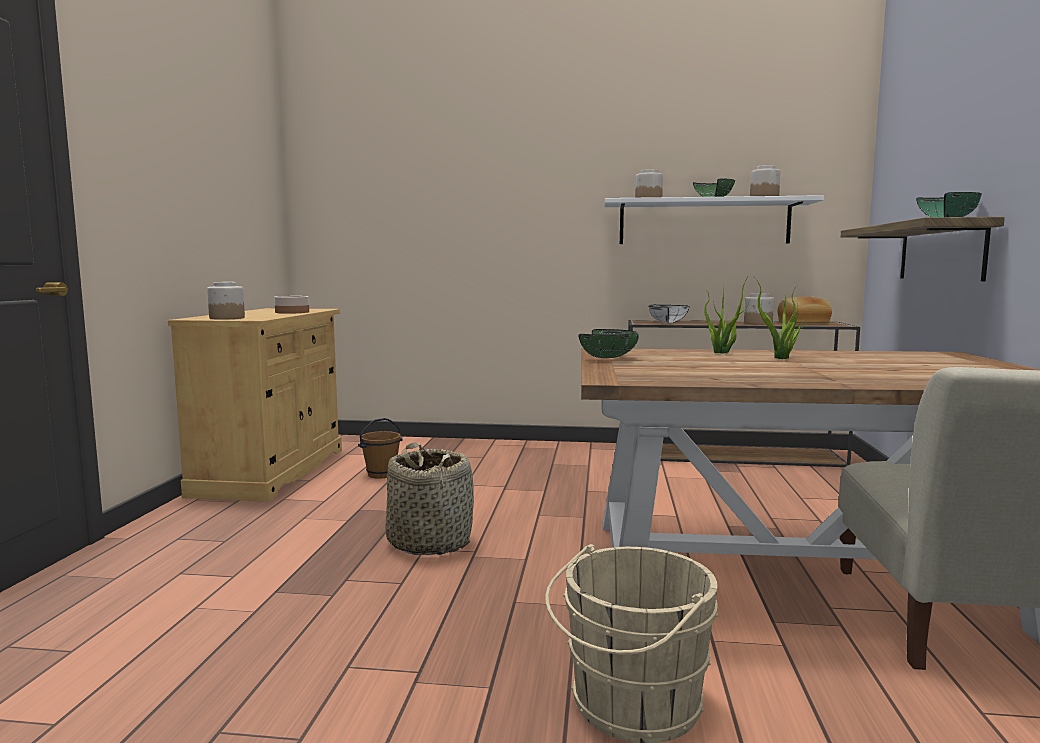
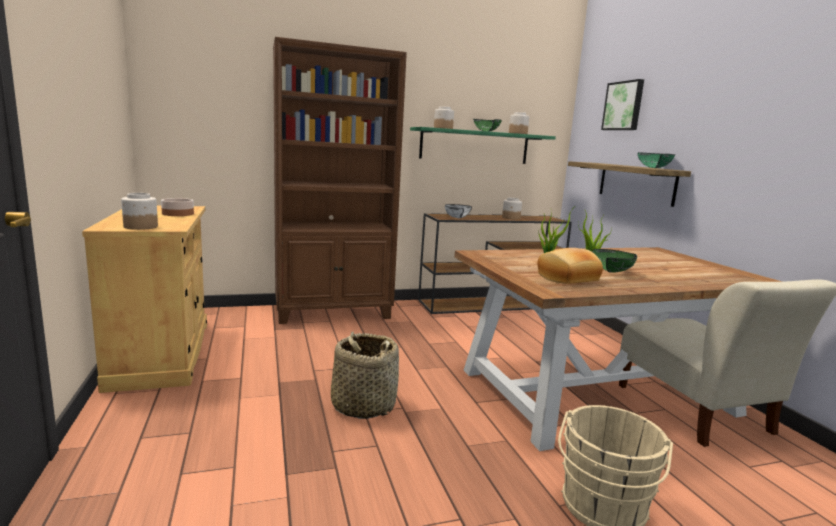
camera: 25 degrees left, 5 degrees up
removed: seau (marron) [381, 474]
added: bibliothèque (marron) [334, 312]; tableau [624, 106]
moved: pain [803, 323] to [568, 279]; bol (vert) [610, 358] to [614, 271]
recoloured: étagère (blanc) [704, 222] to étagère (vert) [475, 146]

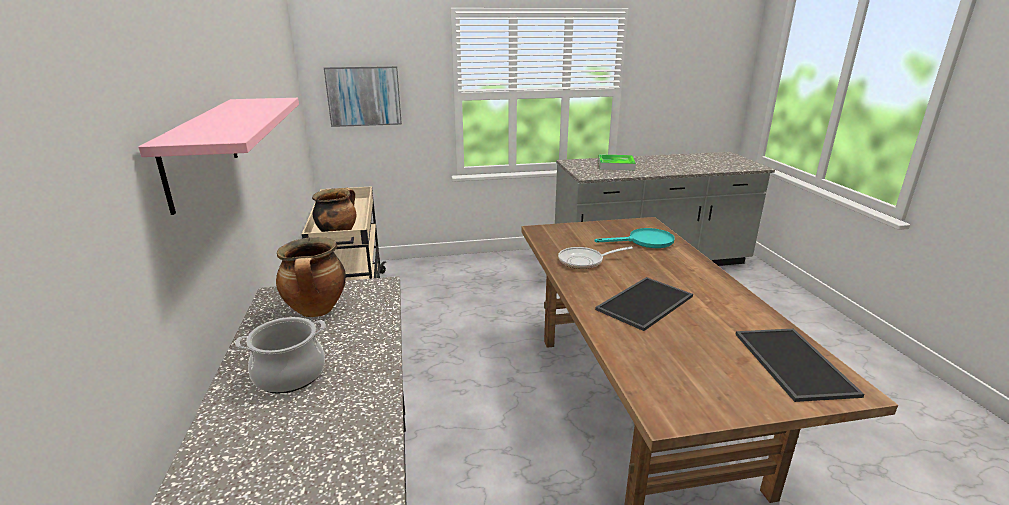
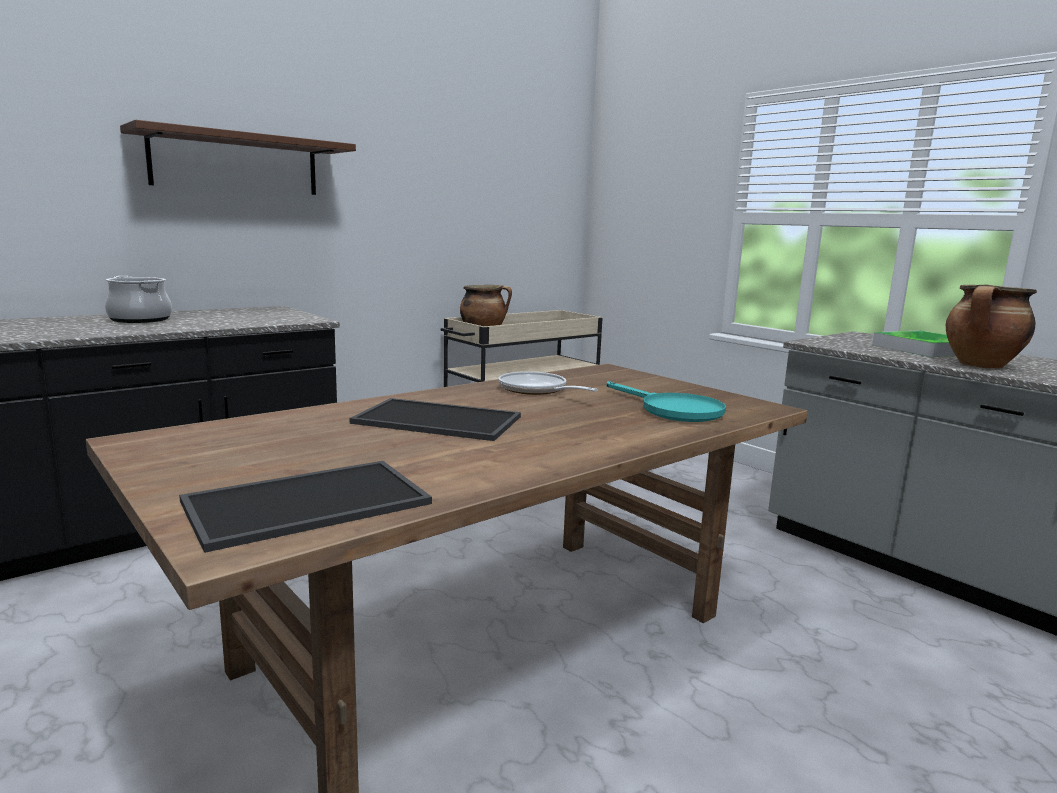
camera: 60 degrees right, 10 degrees down
removed: tableau [364, 96]
moved: marmite [317, 311] to [981, 366]
recoloured: étagère (rose) [201, 150] to étagère (marron) [236, 164]

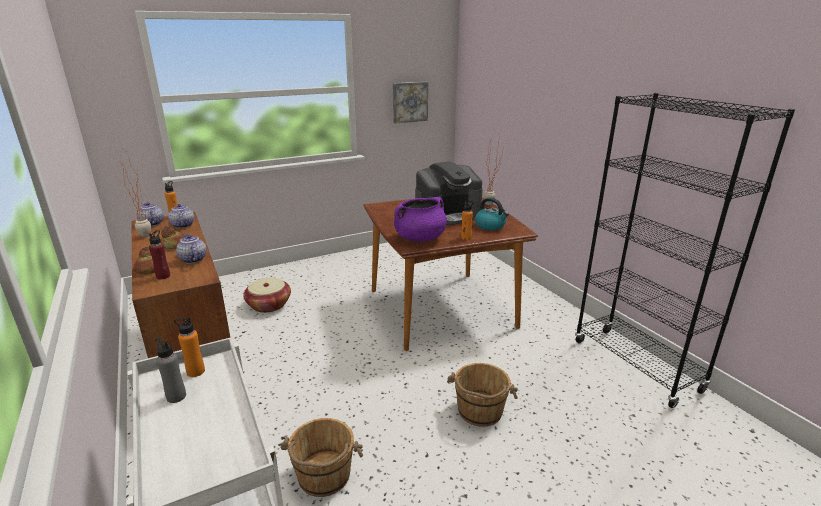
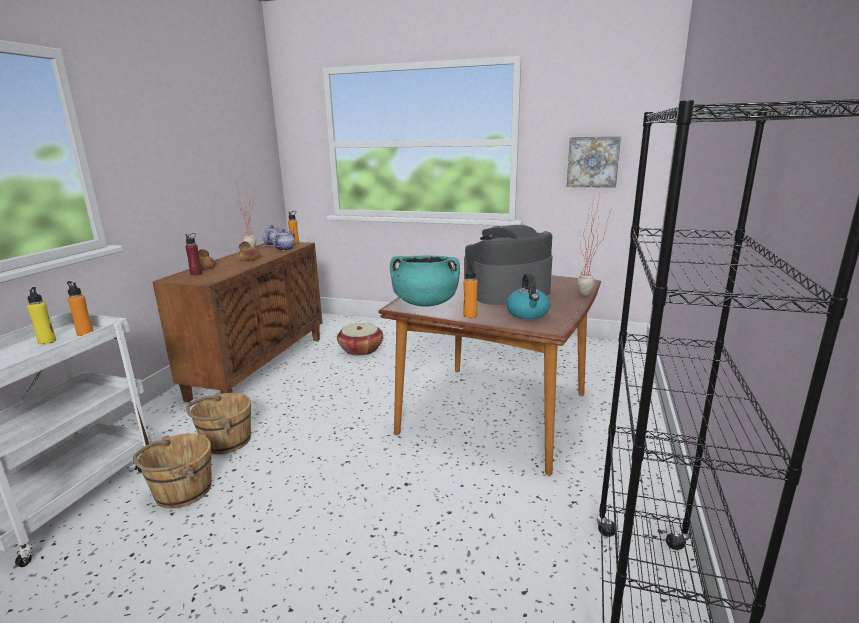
camera: 45 degrees right, 5 degrees down
removed: théière [192, 259]
moved: seau (marron) [479, 411] to [226, 441]
recoloured: marmite (violet) [420, 238] to marmite (turquoise) [425, 303]; bouteille (gris) [176, 396] to bouteille (jaune) [47, 341]
turned: machine à café [447, 215] = [507, 292] 135 degrees clockwise

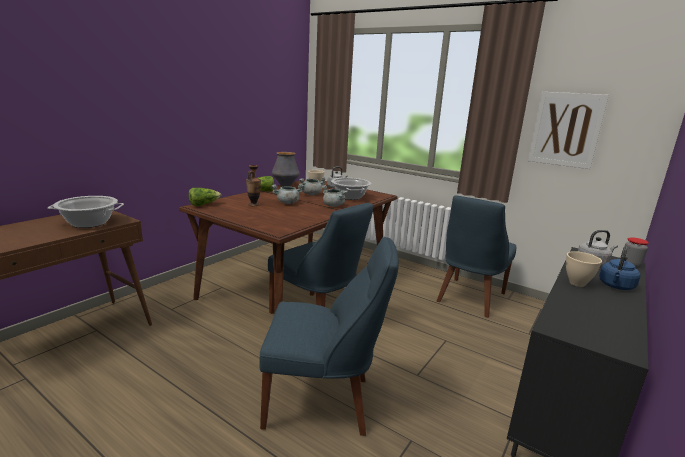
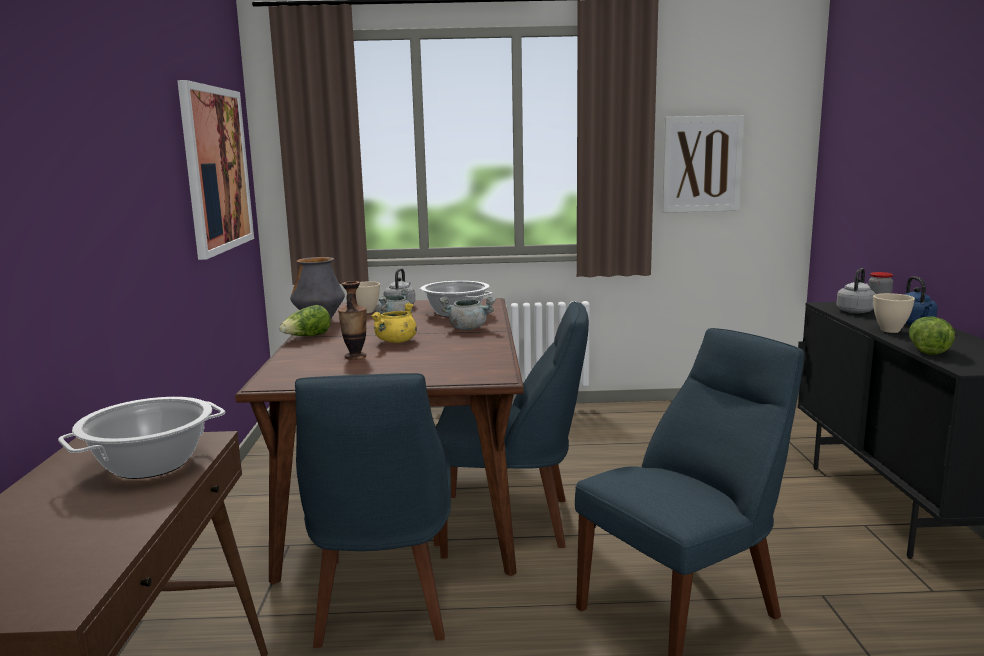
camera: 35 degrees left, 5 degrees down
added: tableau [216, 169]
moved: laitue [203, 204] to [926, 349]; chaise (bleu) [469, 298] to [383, 603]
recoloured: marmite (gris) [287, 203] to marmite (jaune) [396, 341]

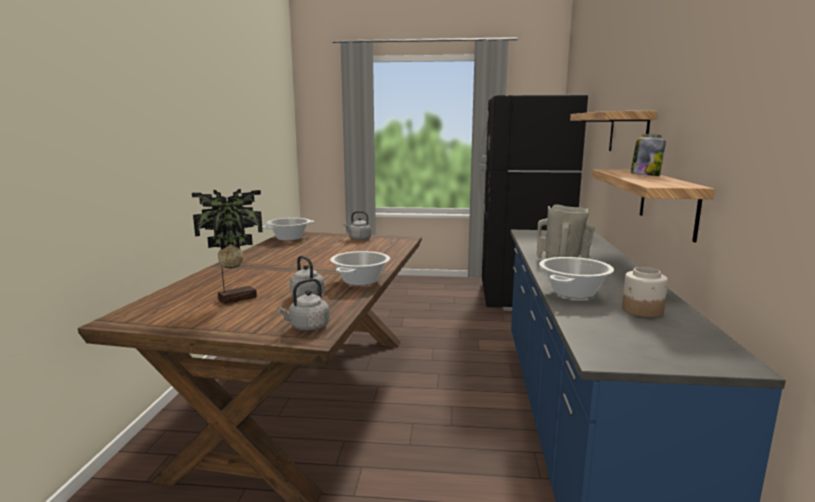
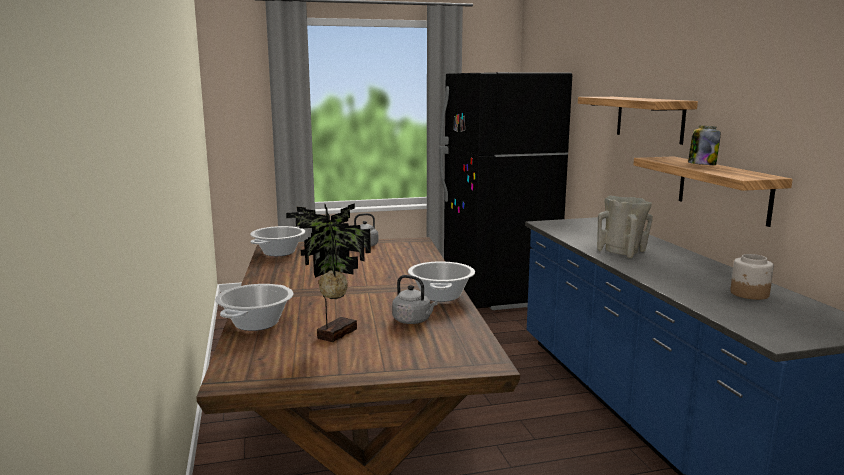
camera: 20 degrees left, 0 degrees up
removed: bouilloire (gris) [307, 327]
moved: marmite [573, 292] to [256, 323]

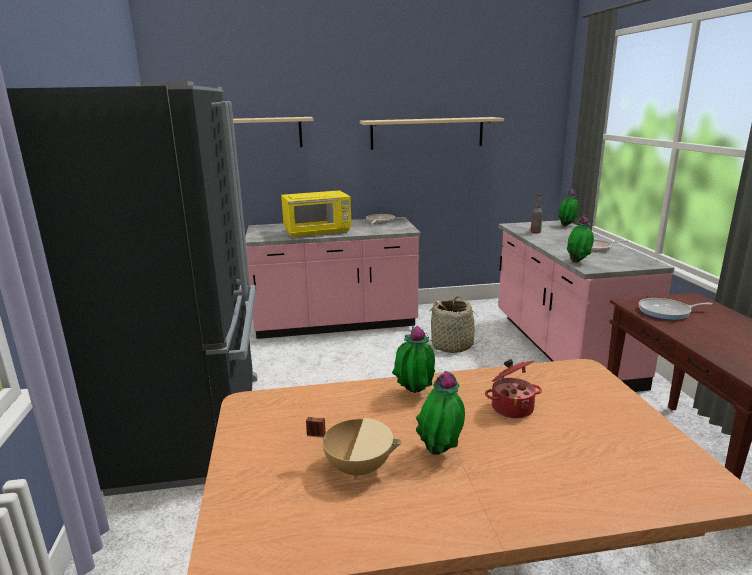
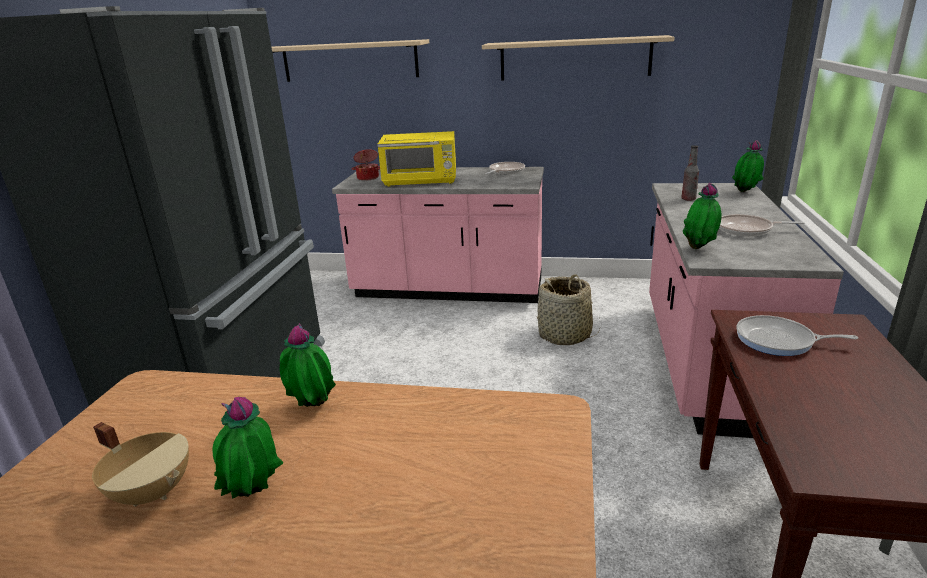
camera: 20 degrees right, 5 degrees up
moved: marmite [511, 407] to [368, 178]

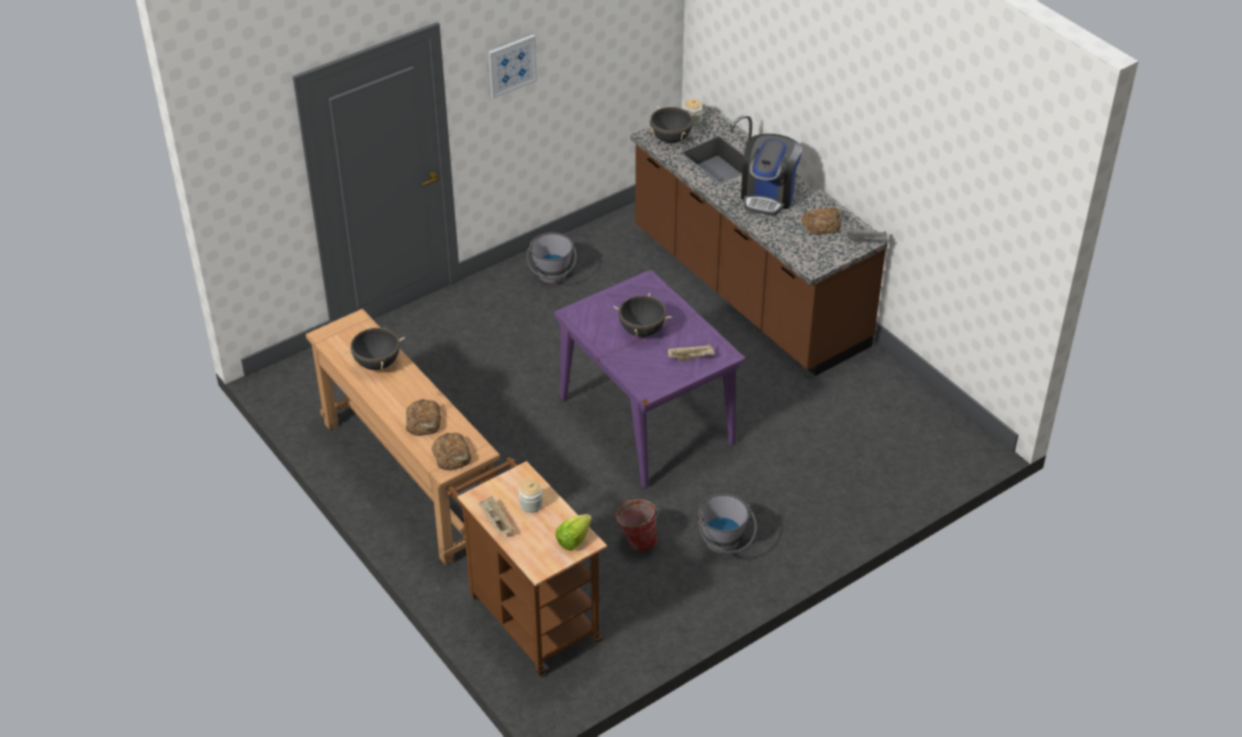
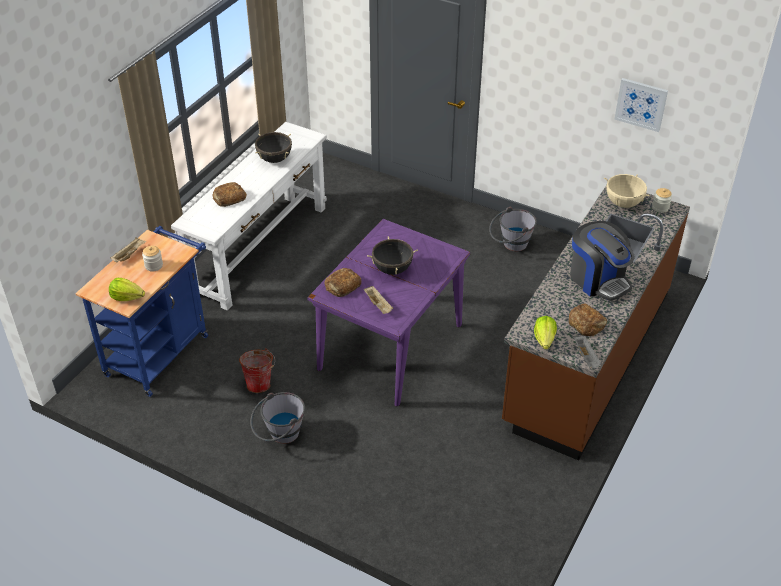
camera: 65 degrees right, 0 degrees up
added: laitue [544, 339]
moved: tableau [511, 65] to [641, 104]; pain [452, 455] to [342, 286]
recoloured: marmite (noir) [671, 139] to marmite (beige) [623, 203]; table console (marron) [409, 478] to table console (blanc) [260, 249]; chariot (marron) [529, 615] to chariot (bleu) [161, 351]
turned: machine à café [768, 195] = [598, 279] 120 degrees counterclockwise

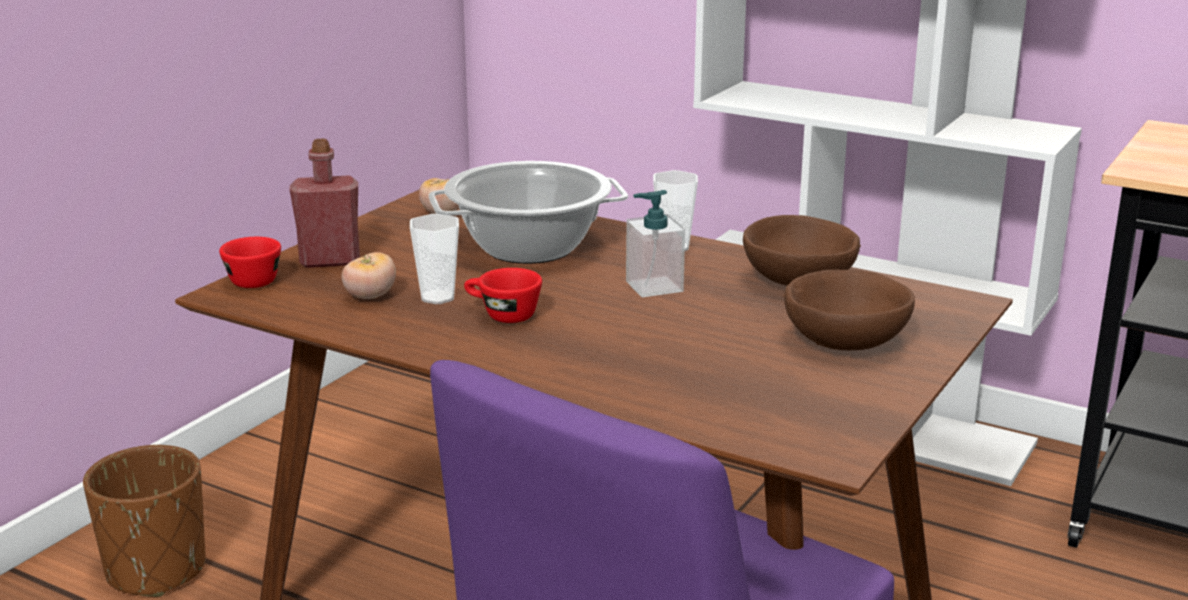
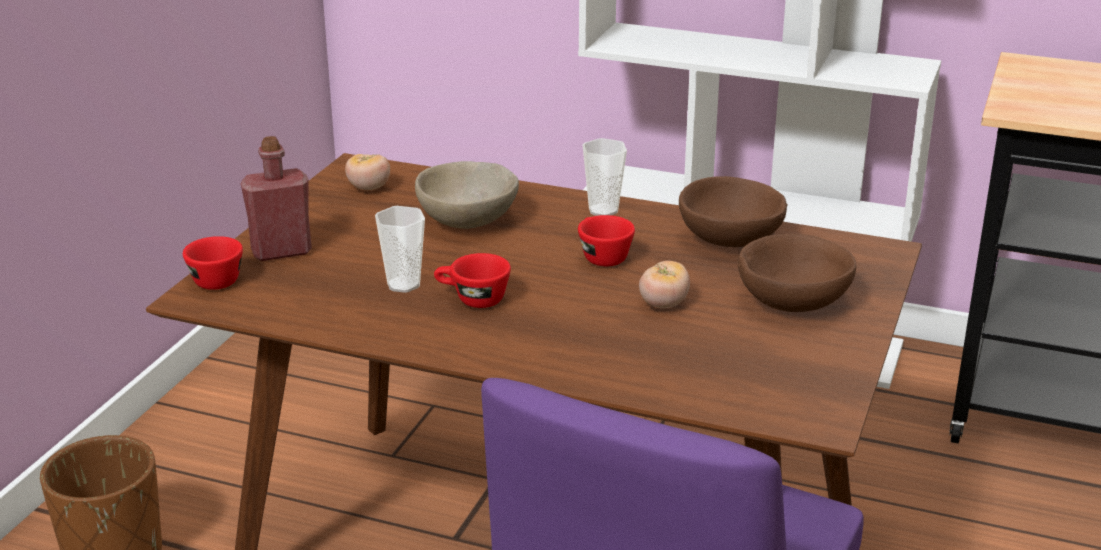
camera: 10 degrees left, 5 degrees up
moved: tomate [370, 296] to [663, 304]
replaced: marmite [528, 248] to bol (beige) [468, 222]; distributeur de savon [654, 286] to tasse (rouge) [601, 256]

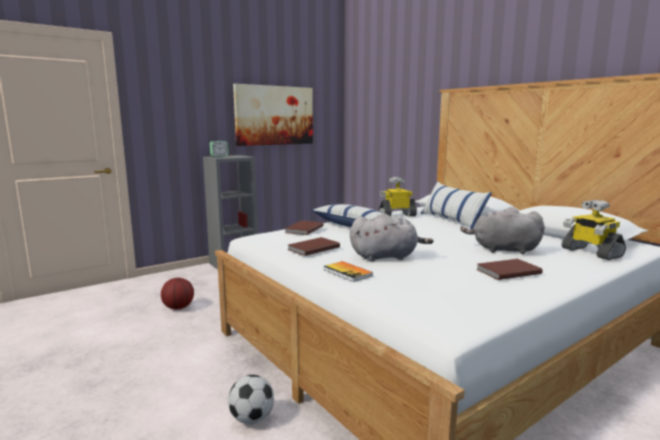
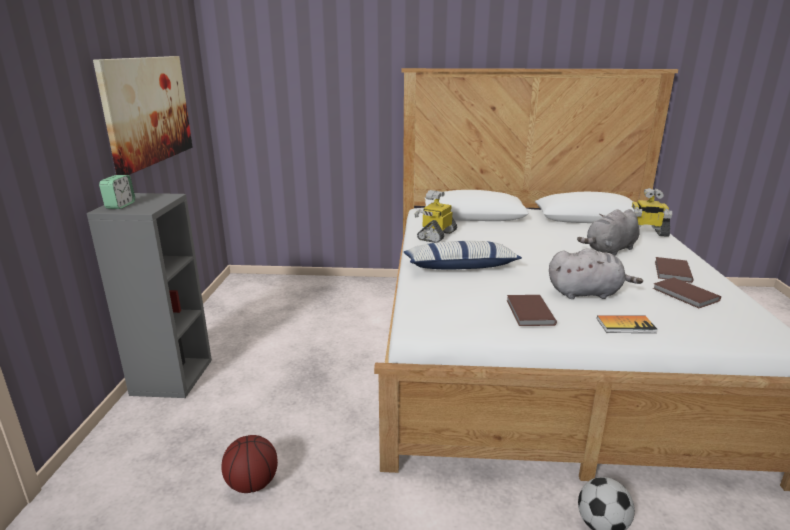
camera: 50 degrees left, 10 degrees up
removed: coussin [451, 220]
moved: livre (marron) [303, 229] to [685, 295]
turned: peluche (gris) [386, 257] = [587, 293] 60 degrees clockwise

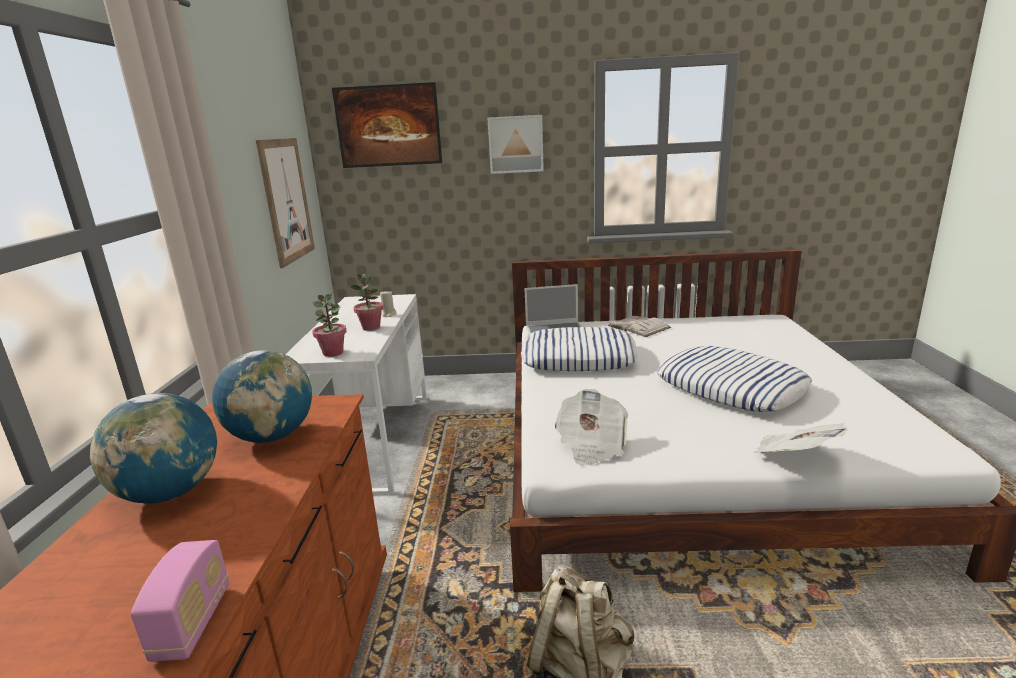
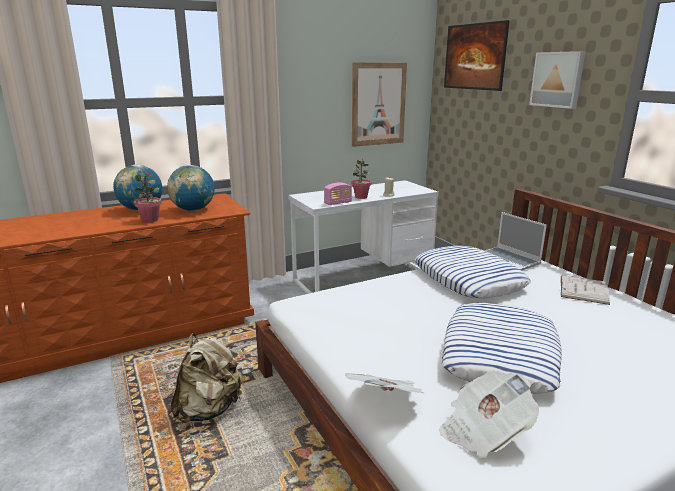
camera: 60 degrees right, 0 degrees up
moved: plante en pot [333, 353] to [150, 220]; journal [591, 445] to [483, 431]; radio [193, 622] to [338, 203]

